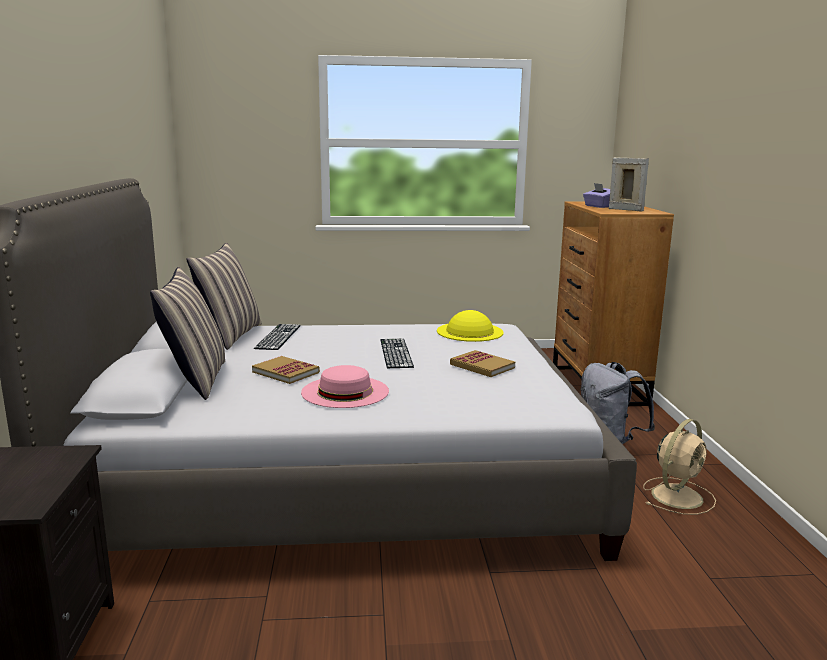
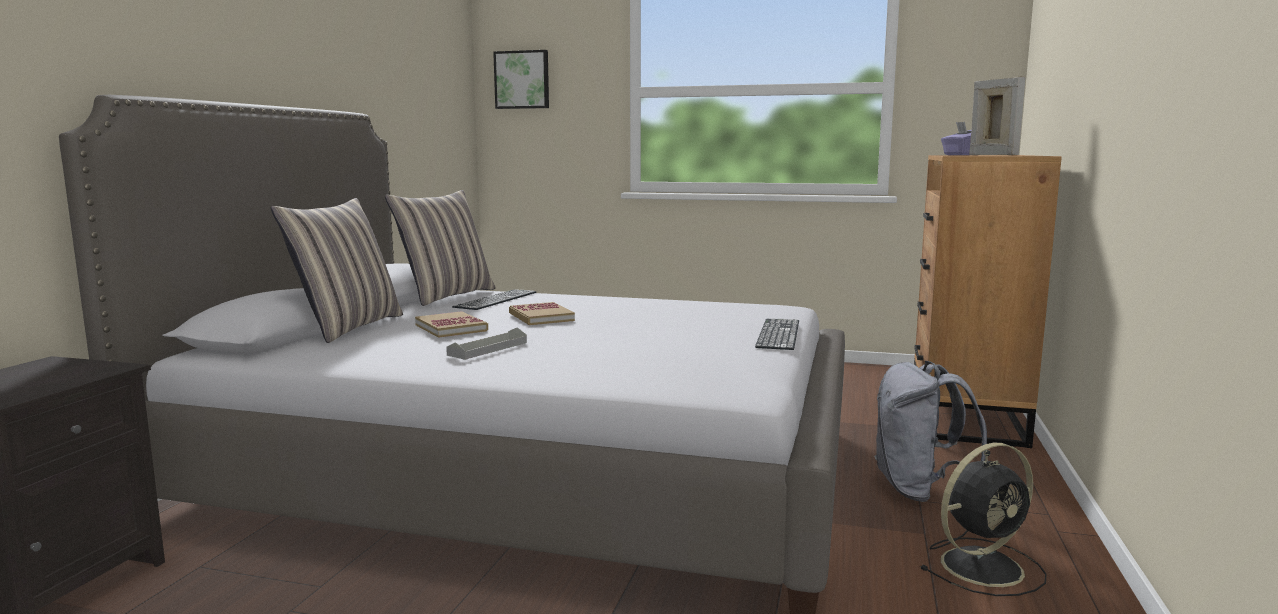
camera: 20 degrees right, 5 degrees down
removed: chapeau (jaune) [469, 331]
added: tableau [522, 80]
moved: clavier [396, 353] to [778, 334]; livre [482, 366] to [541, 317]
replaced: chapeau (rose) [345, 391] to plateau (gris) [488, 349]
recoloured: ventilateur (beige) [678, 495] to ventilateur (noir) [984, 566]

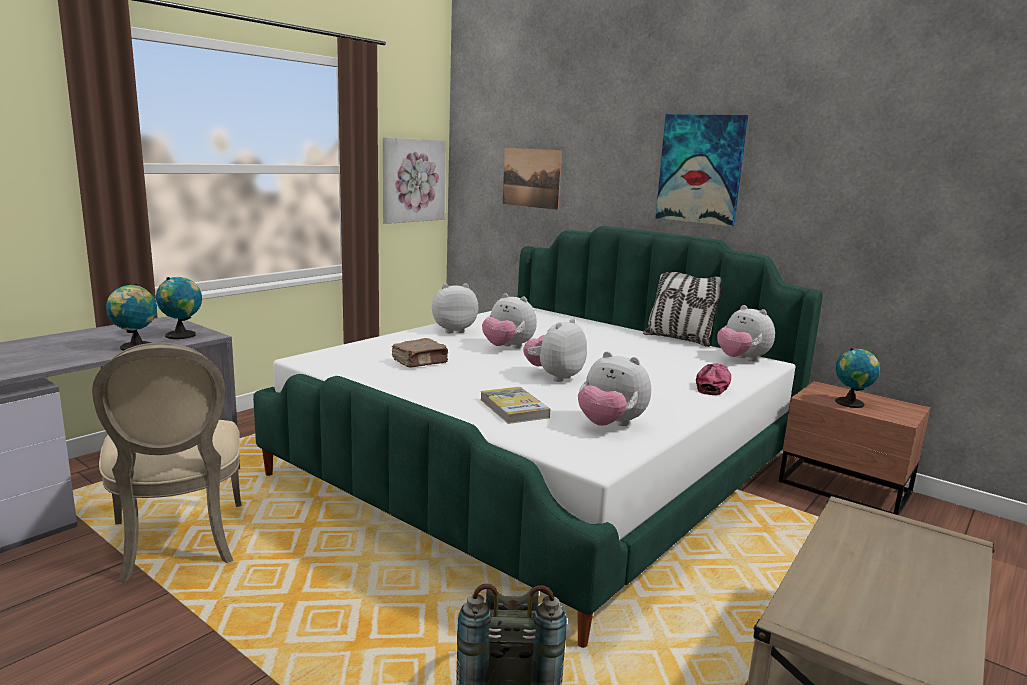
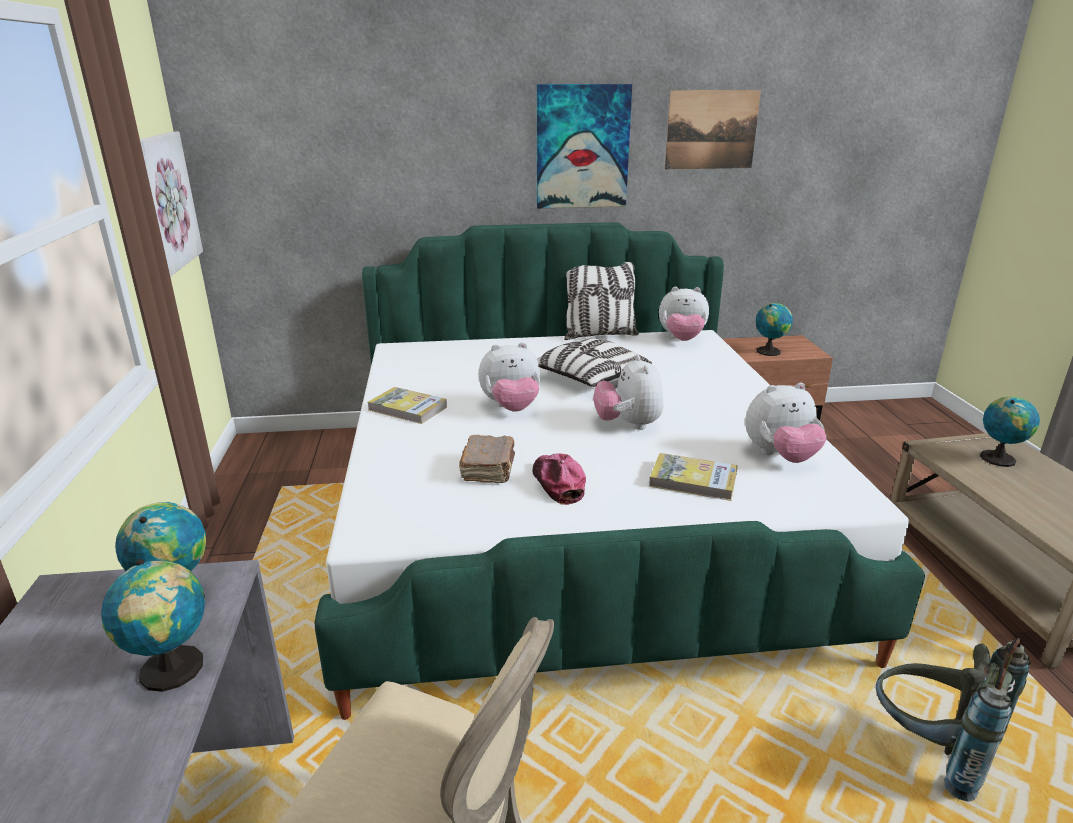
camera: 45 degrees left, 10 degrees up
added: coussin [589, 378]; globe [998, 458]
moved: tableau [531, 178] to [711, 130]; casquette [713, 386] to [557, 483]
replaced: peluche [453, 330] to livre [407, 408]

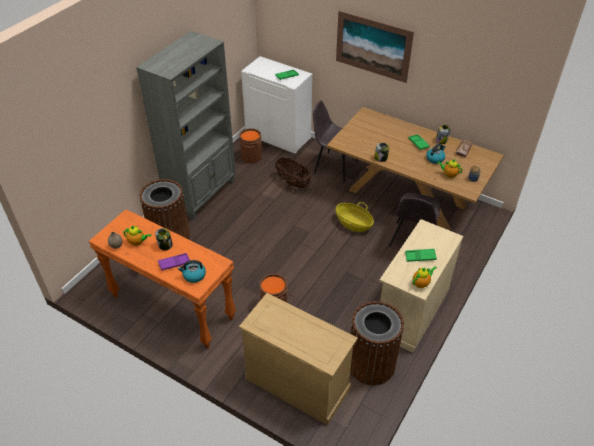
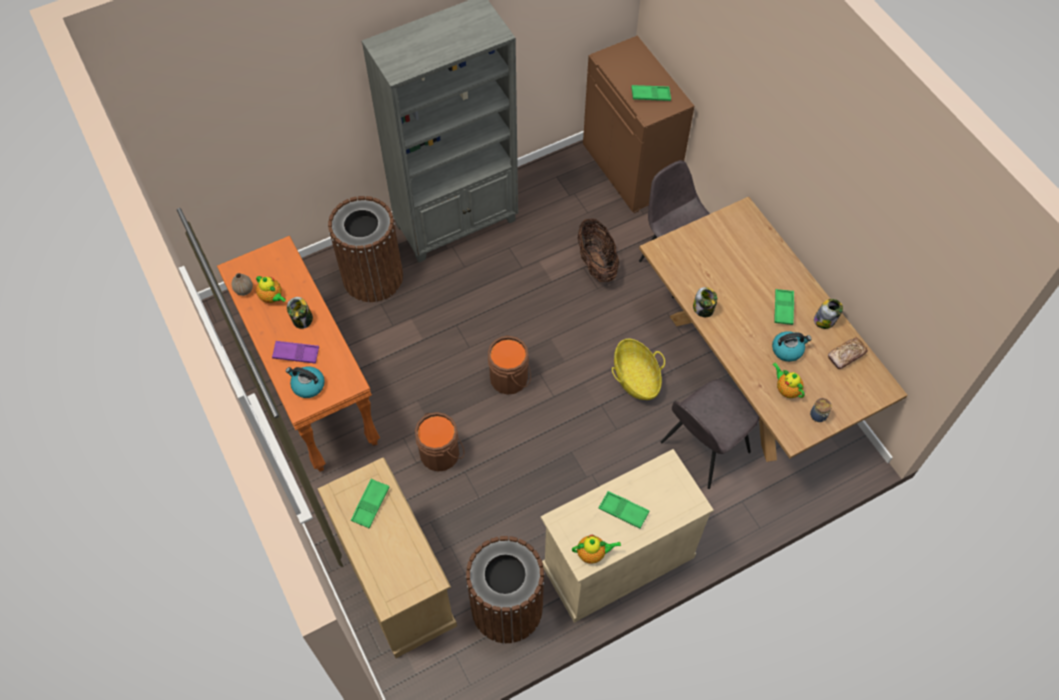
camera: 30 degrees right, 15 degrees up
removed: tableau [373, 46]
added: plateau (vert) [370, 505]
moved: seau (marron) [252, 156] to [511, 378]
recoloured: meuble de rangement (blanc) [279, 136] to meuble de rangement (marron) [631, 169]

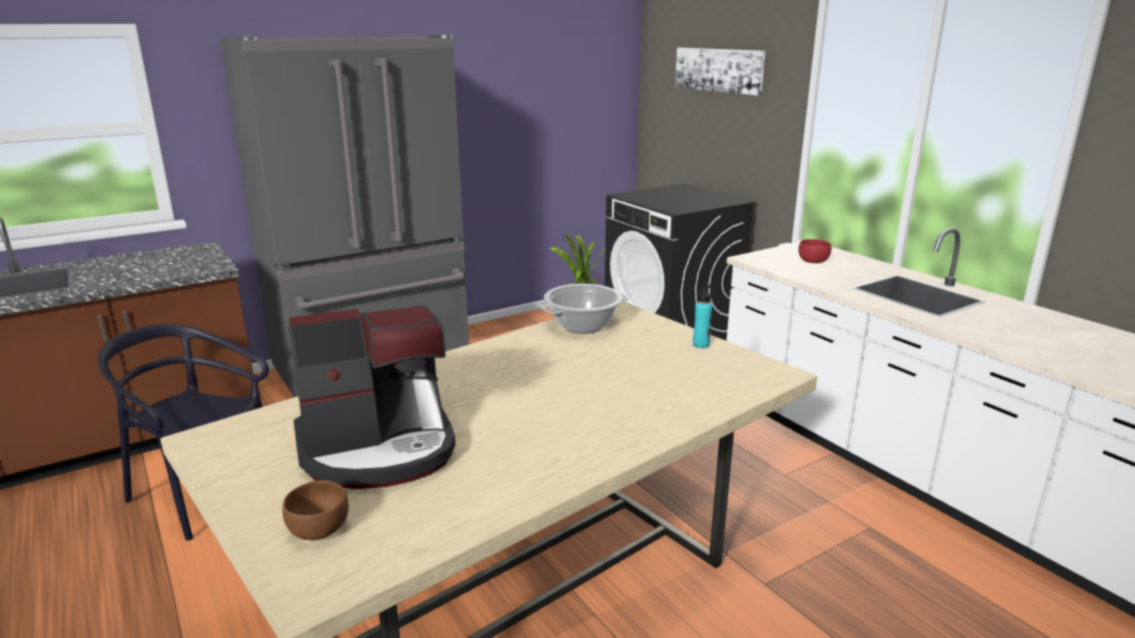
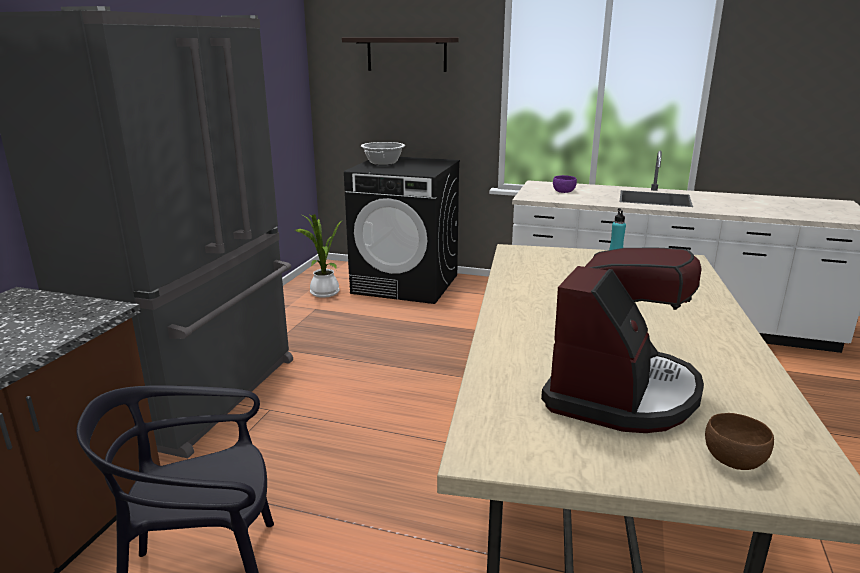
camera: 40 degrees left, 0 degrees up
moved: marmite [583, 325] to [383, 163]
replaced: tableau [719, 70] to étagère [406, 54]
recoloured: bol (rouge) [813, 261] to bol (violet) [563, 191]

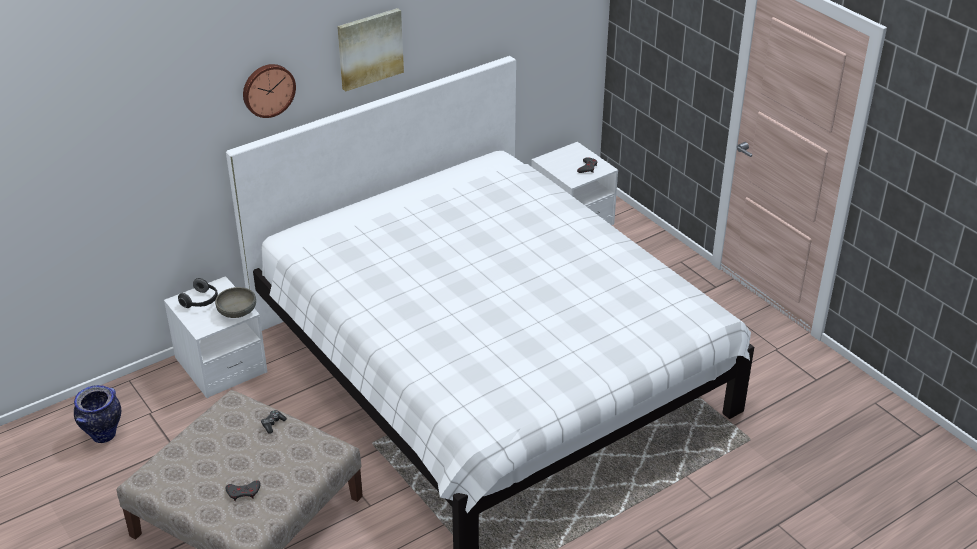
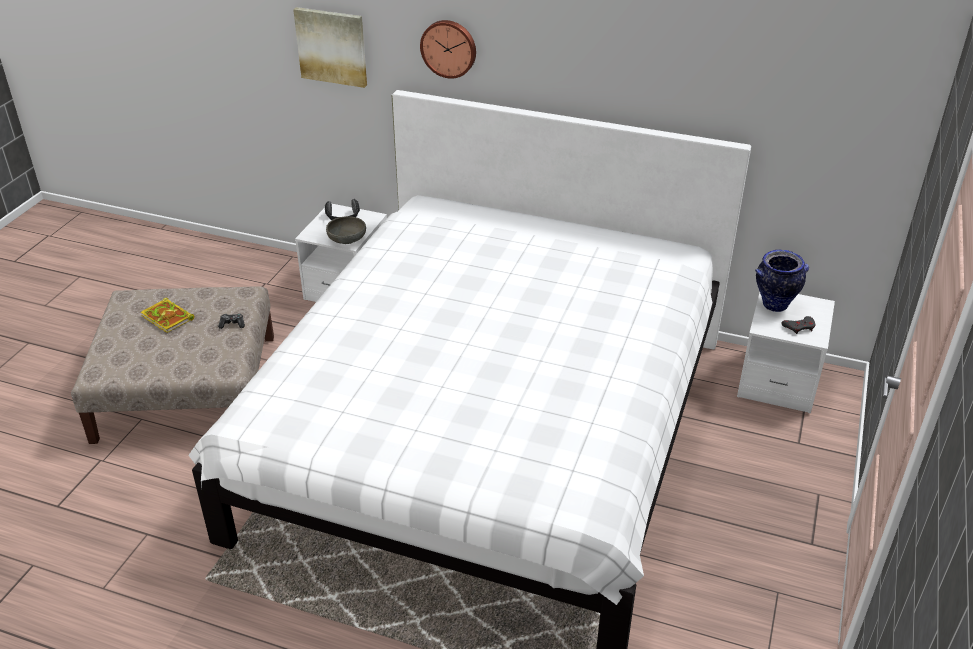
camera: 55 degrees right, 0 degrees up
removed: manette (gris) [243, 492]
added: livre [169, 318]
moved: tableau [369, 48] to [332, 46]; vase [103, 436] to [774, 305]

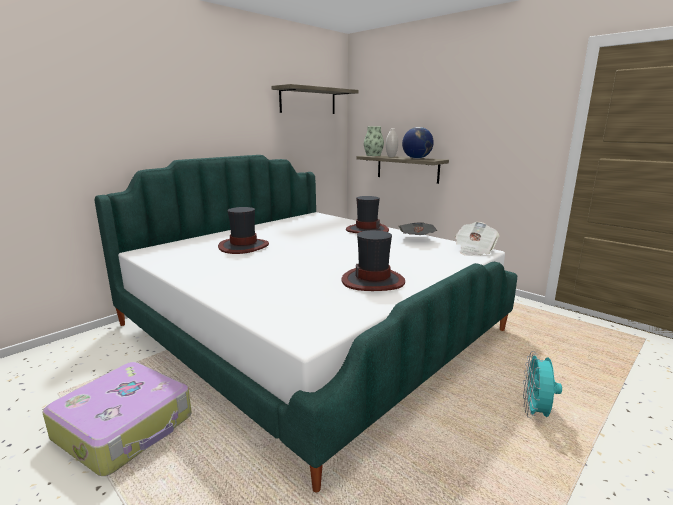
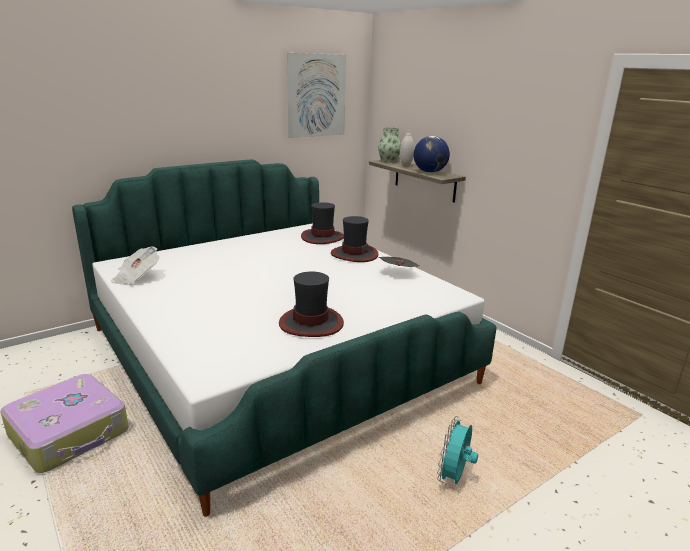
camera: 10 degrees right, 5 degrees up
moved: chapeau [243, 246] to [322, 237]; journal [474, 250] to [136, 277]
replaced: étagère [308, 101] to tableau [316, 96]

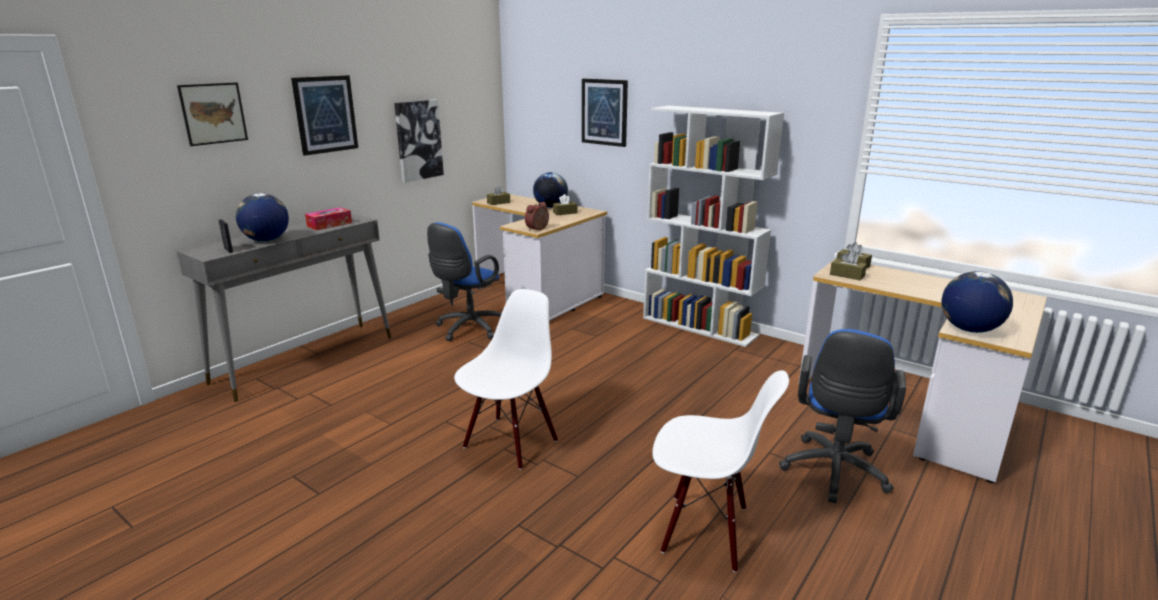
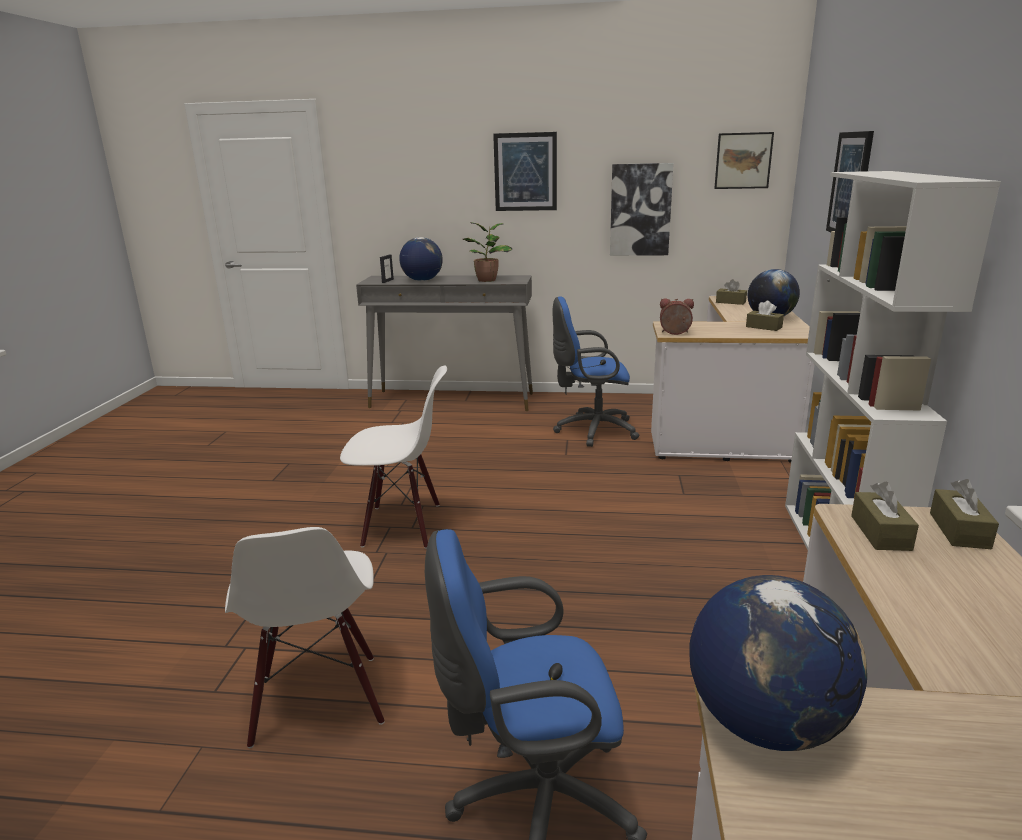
camera: 60 degrees right, 0 degrees up
moved: tableau [213, 113] to [743, 161]
replaced: boîte à mouchoirs [329, 224] to plante en pot [488, 280]

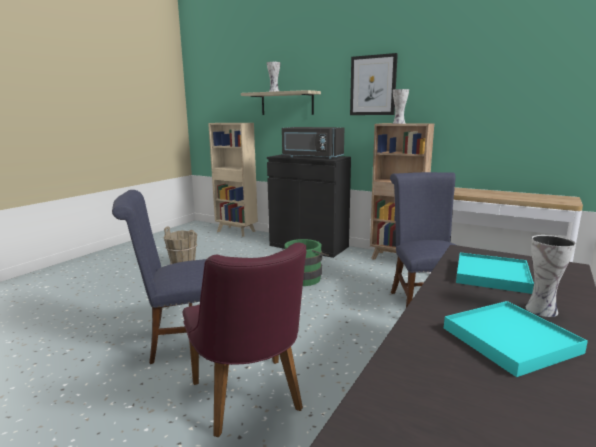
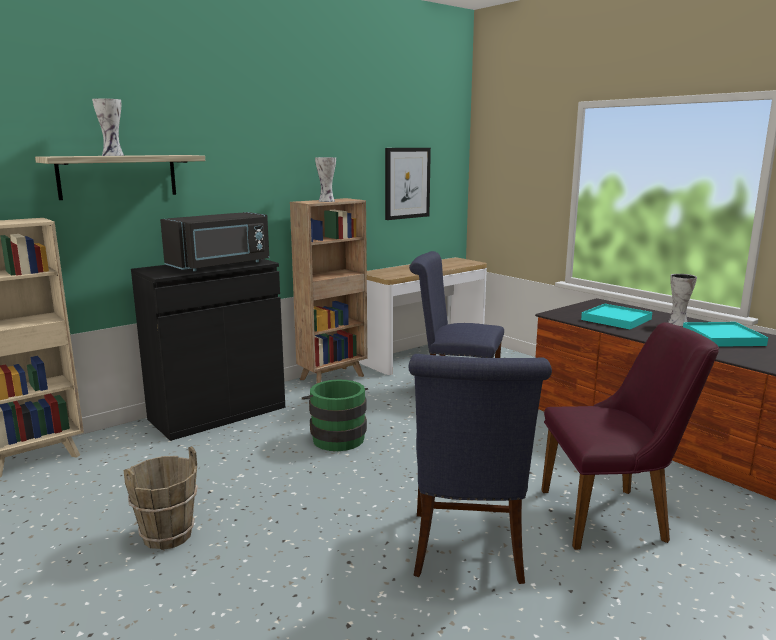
camera: 70 degrees left, 0 degrees up
moved: tableau [373, 85] to [407, 183]

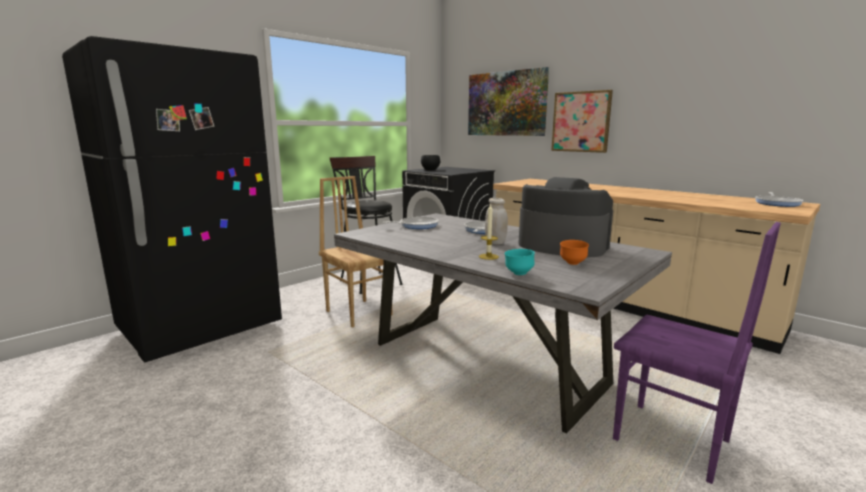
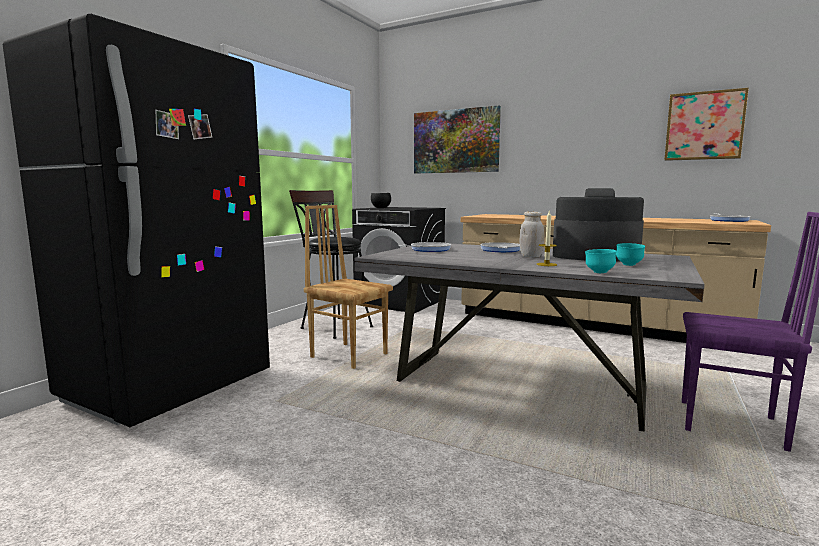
camera: 15 degrees left, 5 degrees down
moved: tableau [581, 122] to [704, 126]
recoloured: bol (orange) [572, 263] to bol (turquoise) [629, 265]

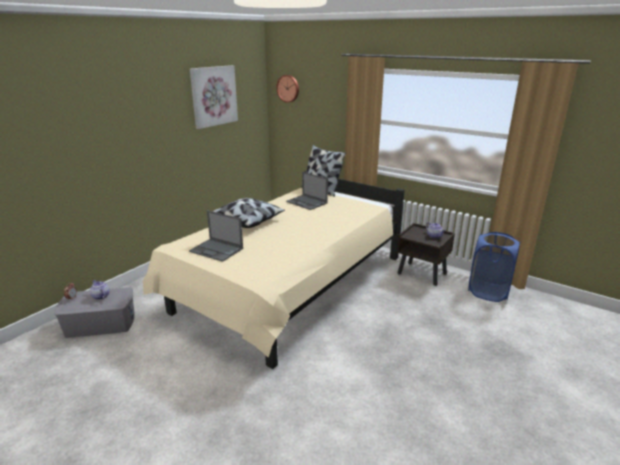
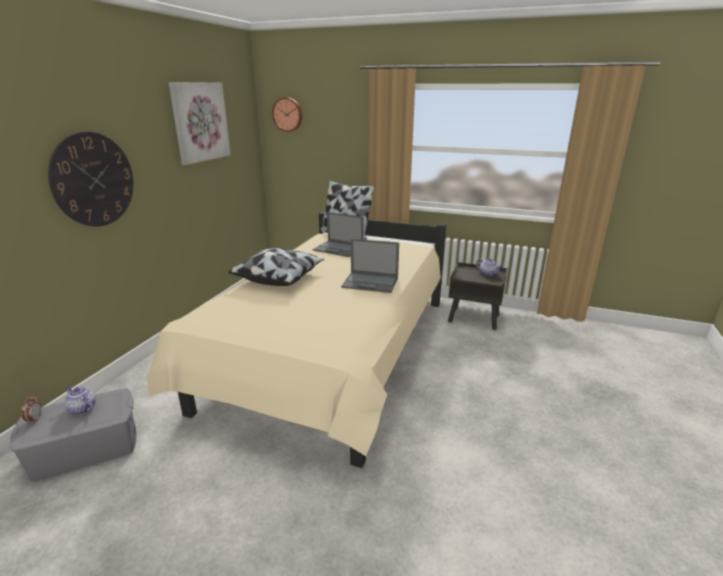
camera: 15 degrees left, 0 degrees up
removed: panier à linge (bleu) [488, 292]
added: horloge murale [93, 180]
moved: ordinateur portable [217, 250] to [371, 282]

